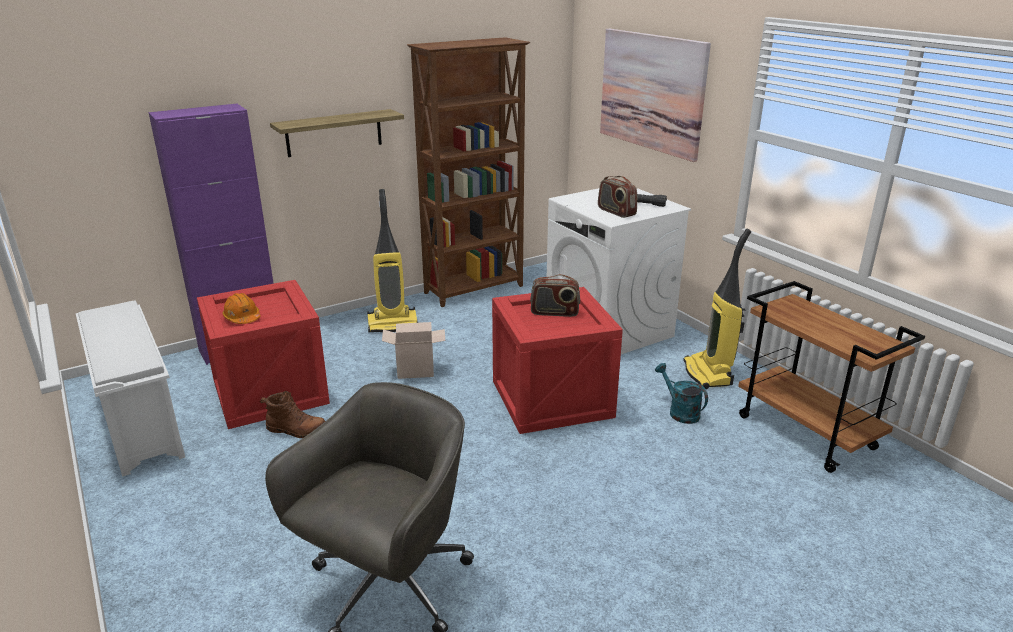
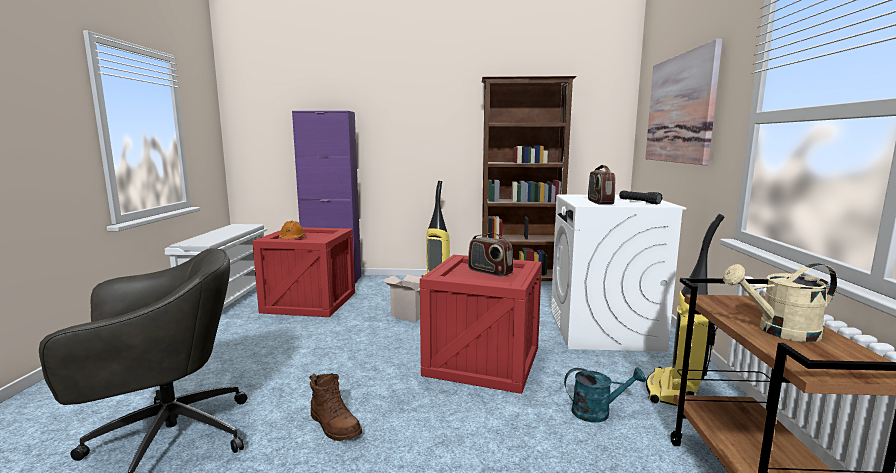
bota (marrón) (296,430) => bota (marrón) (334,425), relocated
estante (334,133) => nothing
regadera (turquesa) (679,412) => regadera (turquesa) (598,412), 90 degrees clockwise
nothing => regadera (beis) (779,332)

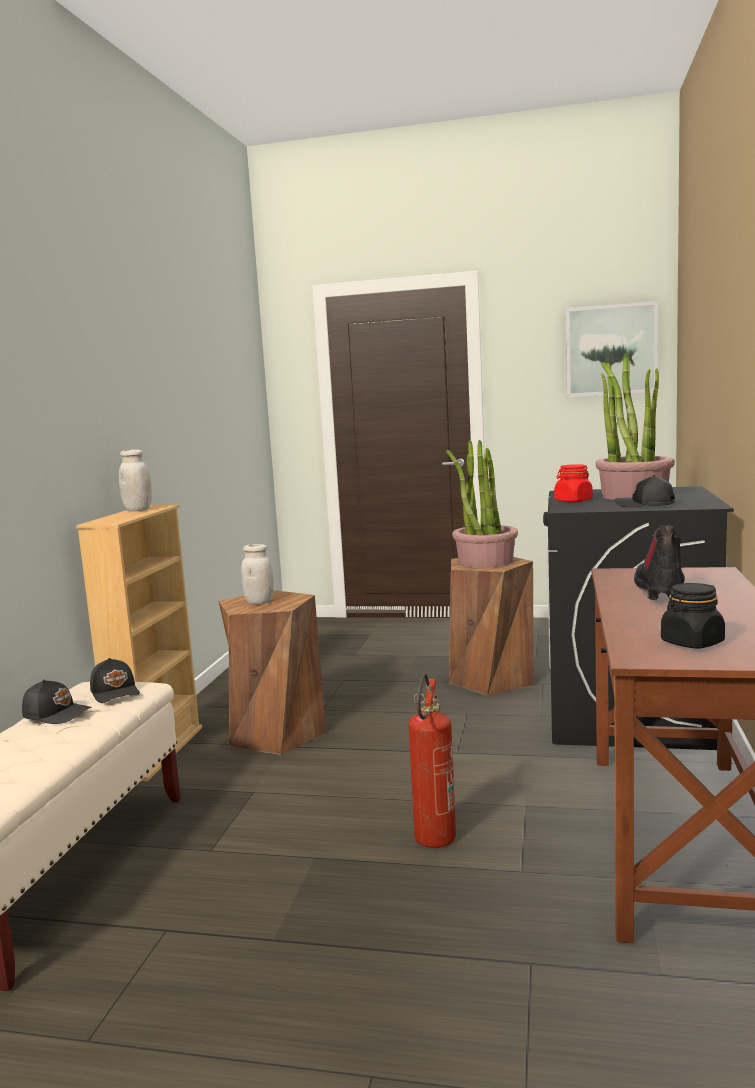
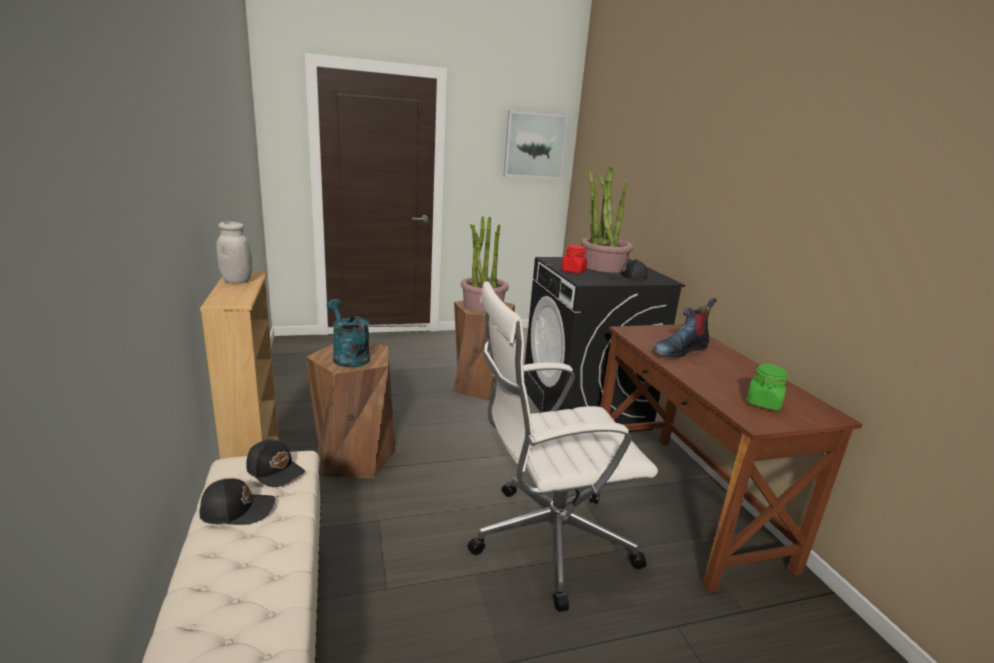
tarro (blanco) (259,602) => regadera (turquesa) (348,356)
extintor (433,843) => silla de oficina (blanco) (547,540)
bota (660,591) => bota (680,350), 105 degrees counterclockwise
tarro (negro) (692,643) => tarro (verde) (763,403)

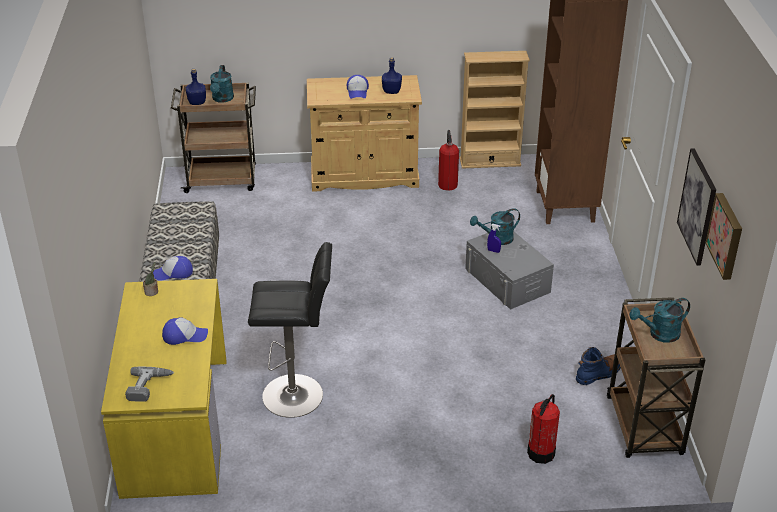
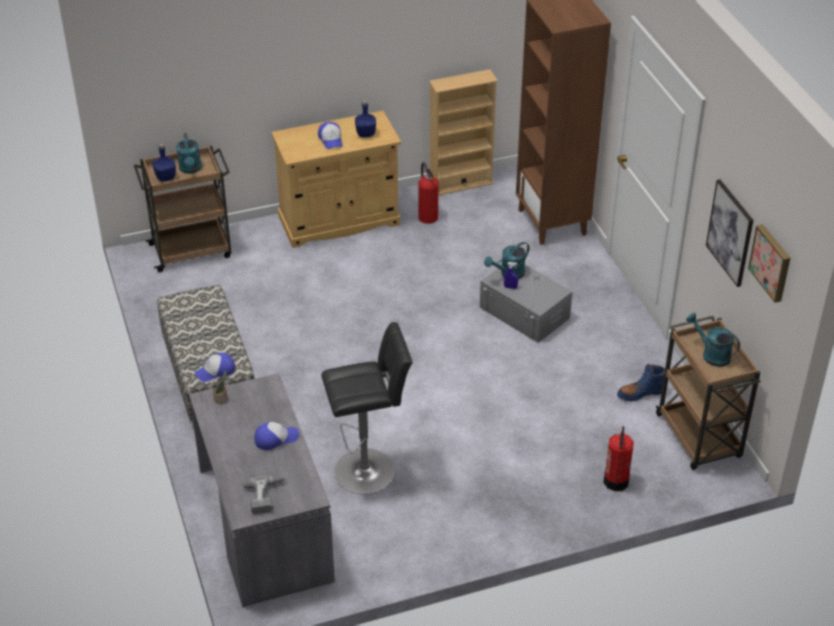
escritorio (amarillo) (175,425) => escritorio (gris) (263,523)
bota (azul) (598,374) => bota (azul) (641,393), 150 degrees counterclockwise
regadera (turquesa) (659,334) => regadera (turquesa) (711,354), 75 degrees clockwise

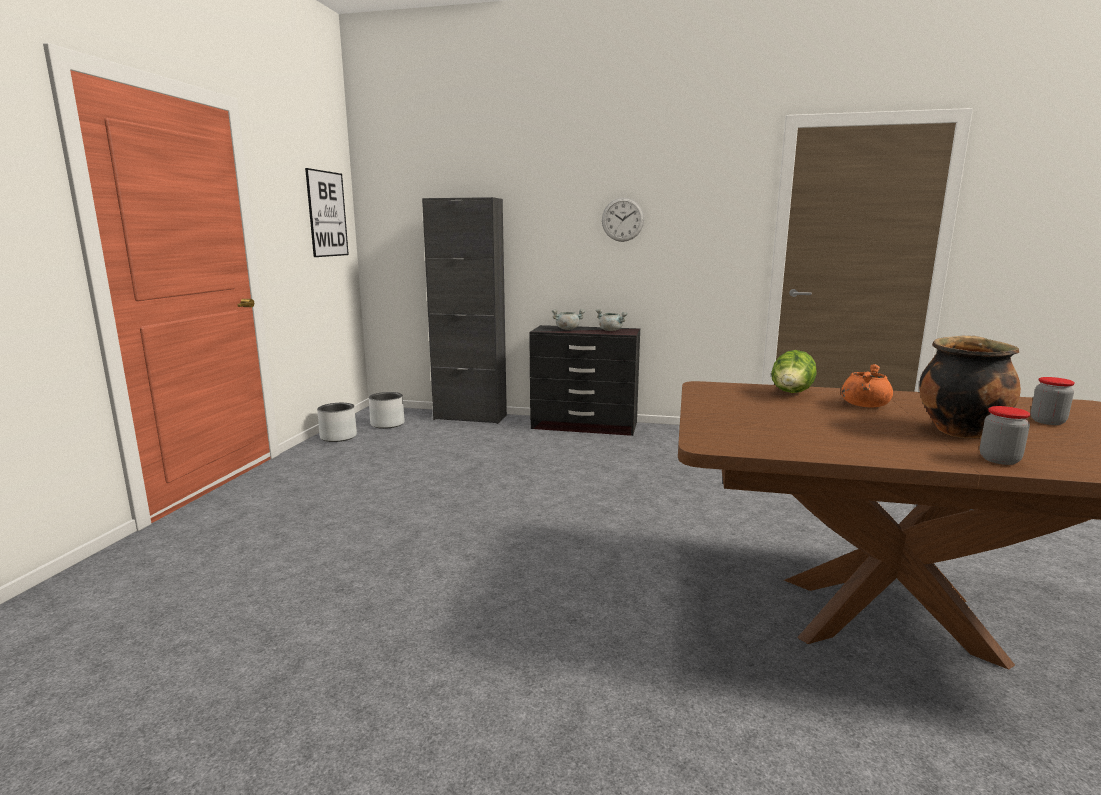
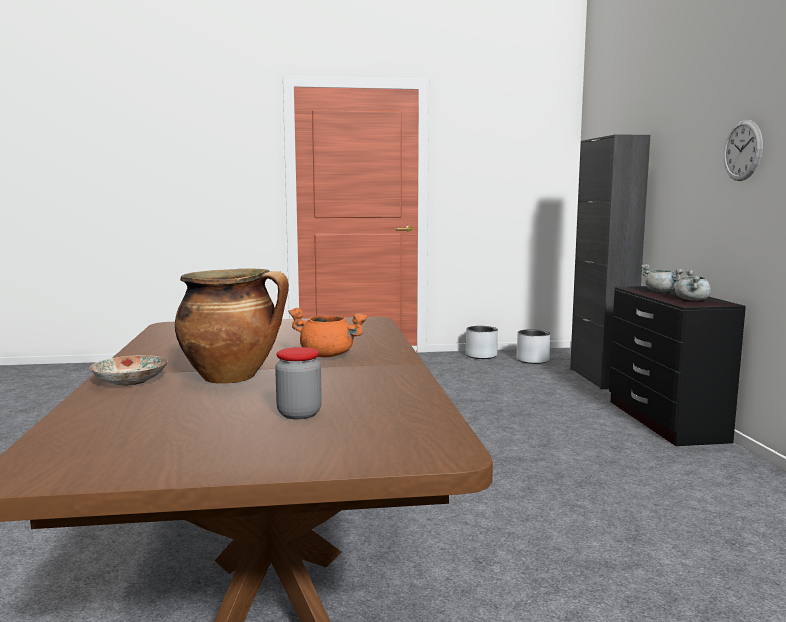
cuadro (327,214) => nothing
lechuga (791,394) => nothing
tarro (999,460) => plato (130,381)

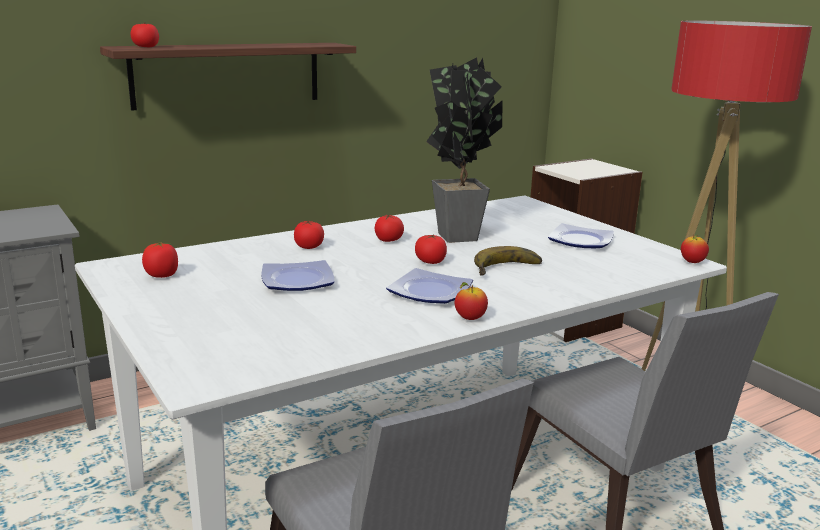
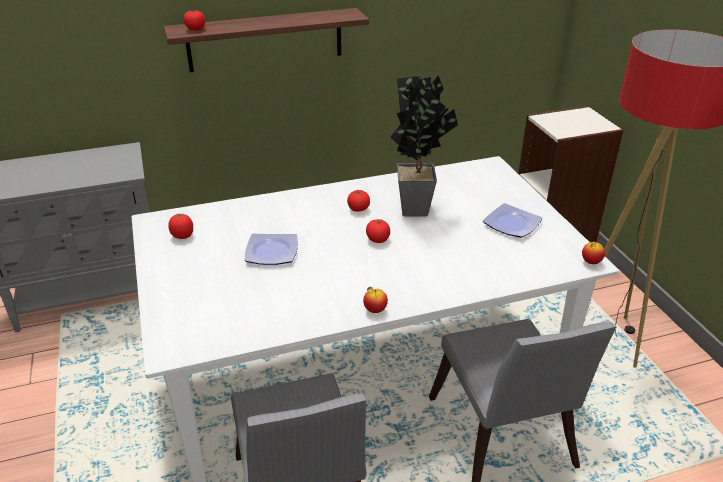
tomate (309,247) => nothing
plato (431,292) => nothing
plátano (509,269) => nothing

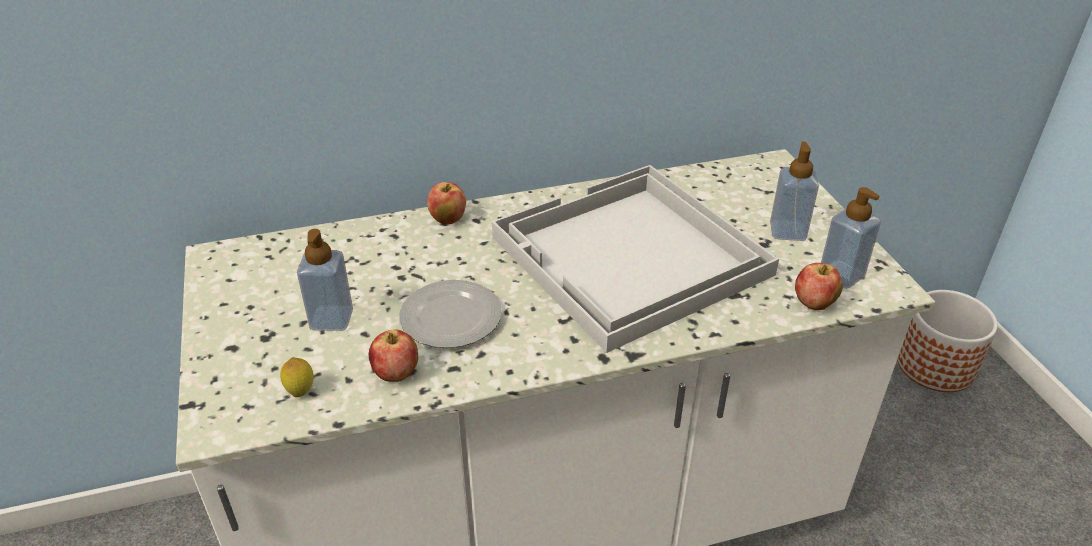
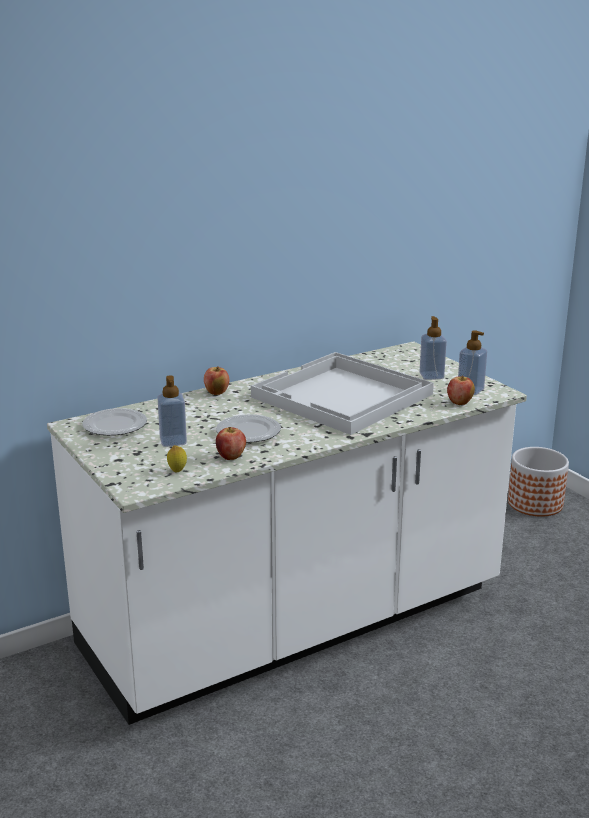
nothing => plato (115,425)

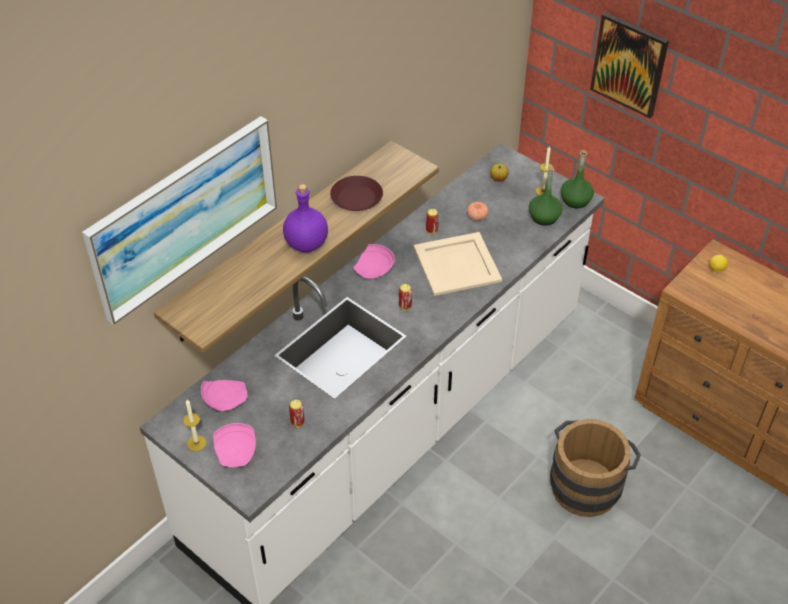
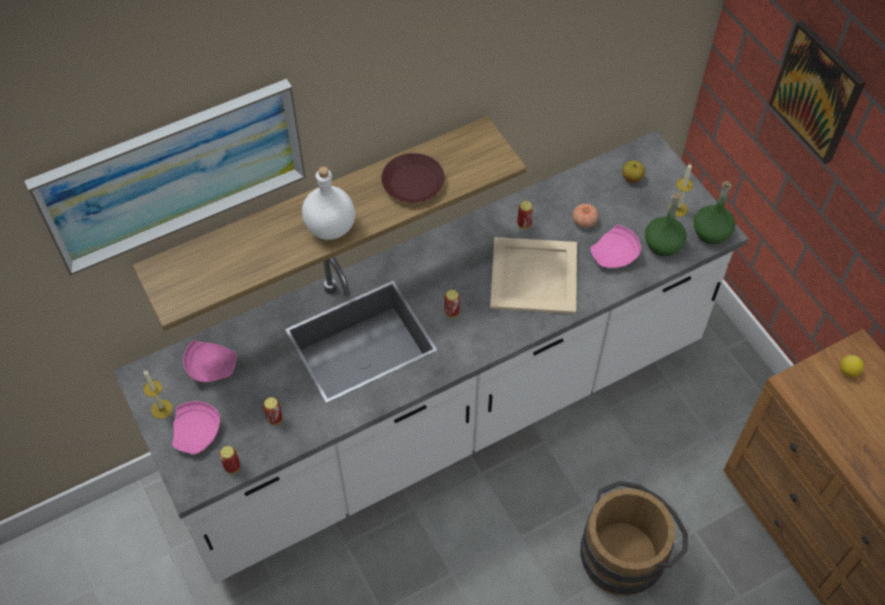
botella (morado) (307,244) => botella (blanco) (331,227)
plato (rosa) (374,269) => plato (rosa) (614,255), relocated
nothing => lata (232,467)

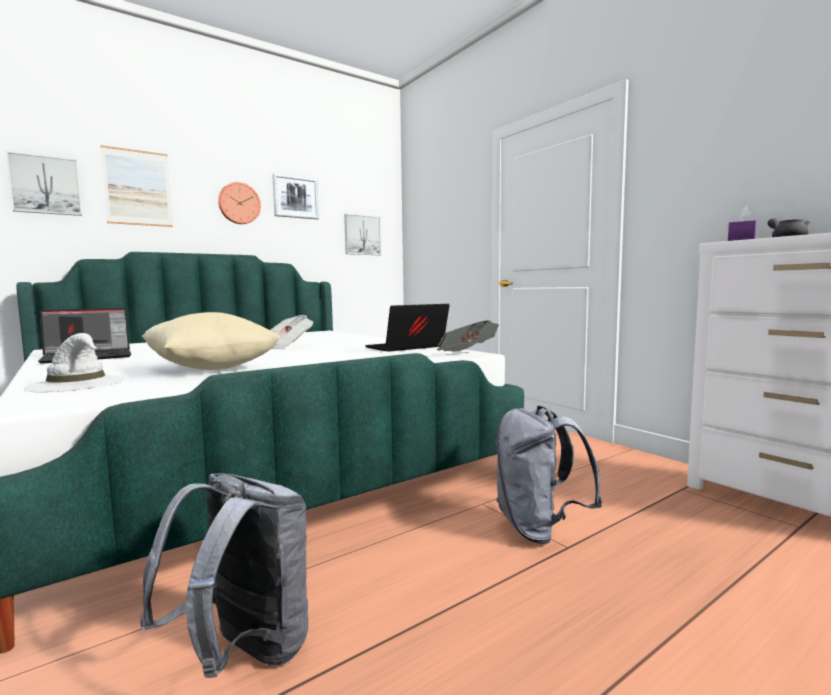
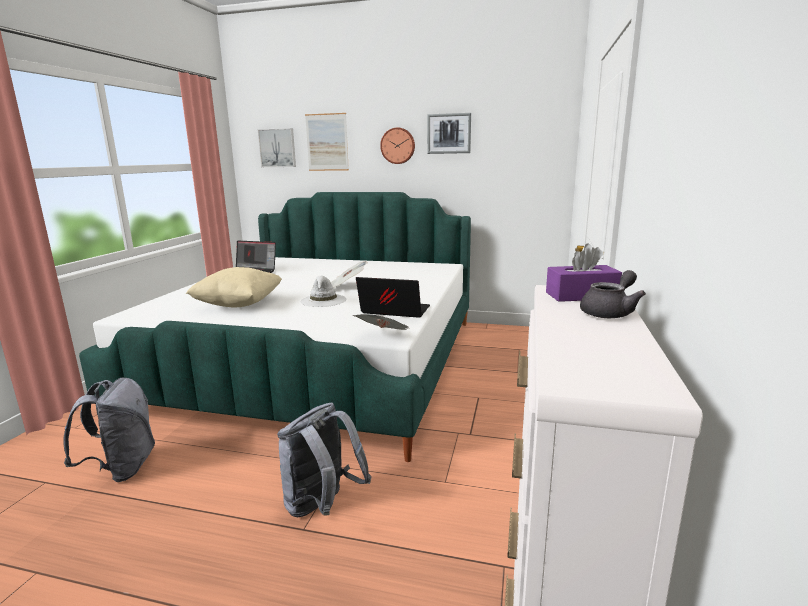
sombrero (blanco) (78,383) => sombrero (blanco) (323,300), relocated
cuadro (362,235) => nothing

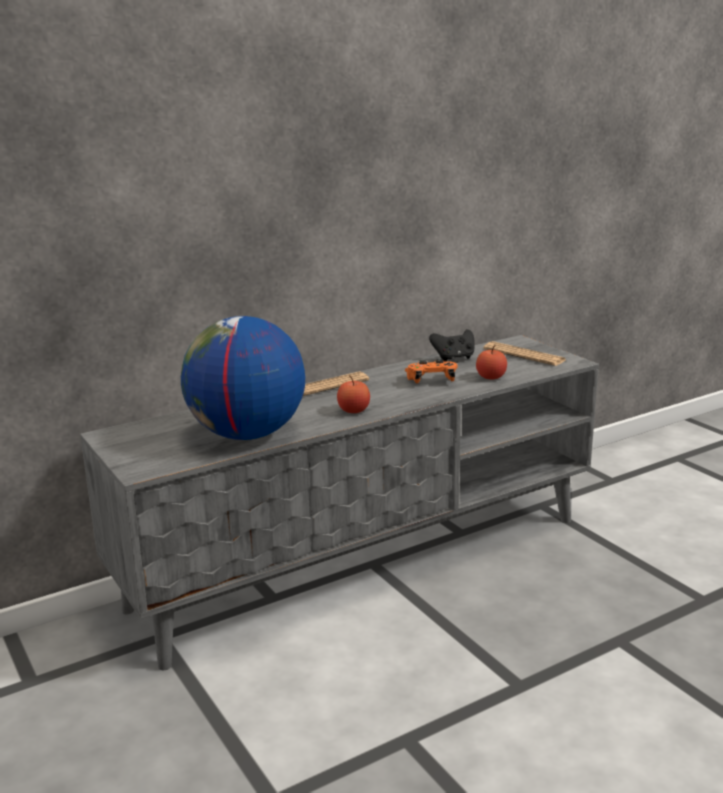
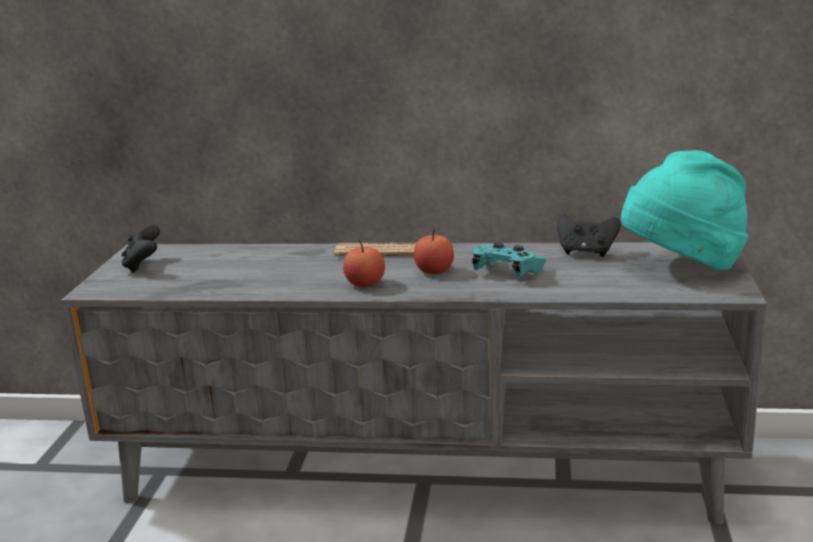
globo terráqueo (246,435) => nothing
mando de consola (naranja) (431,381) => mando de consola (turquesa) (507,272)
manzana (491,377) => manzana (434,271), relocated
periódico (524,355) => sombrero (turquesa) (682,268)
nothing => mando de consola (negro) (143,266)

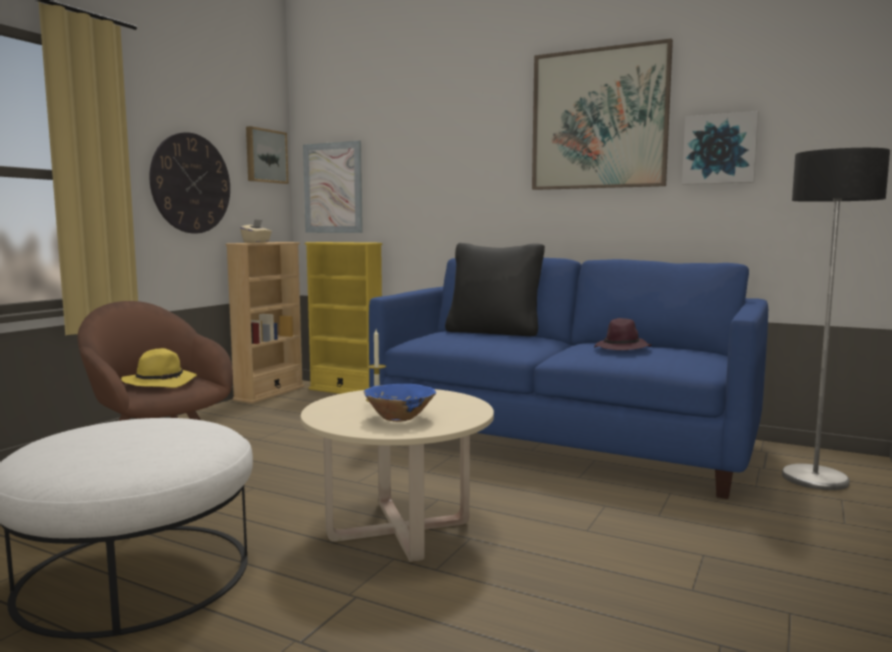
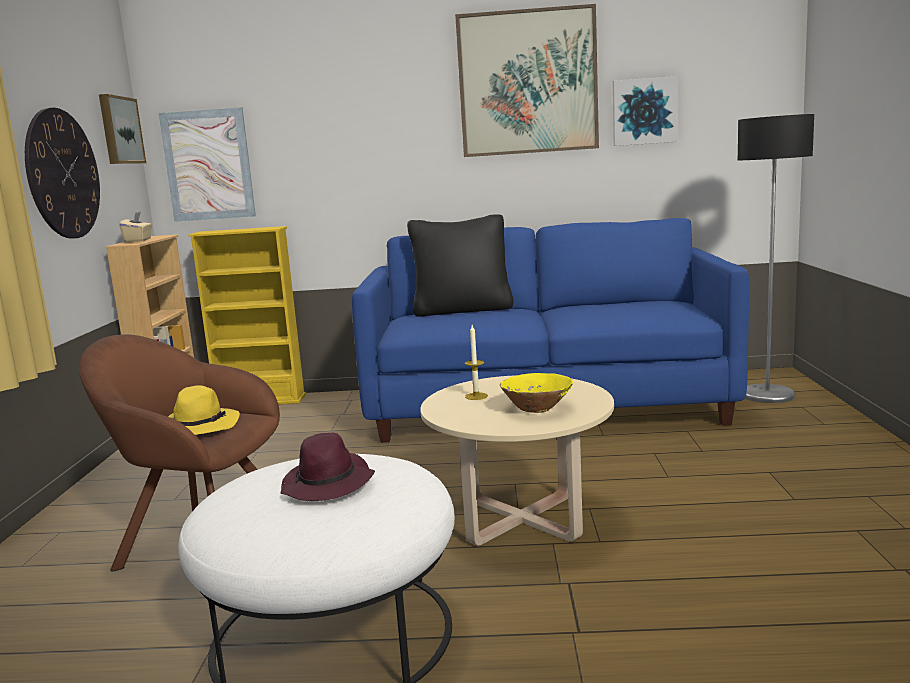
cuenco (azul) (399,418) => cuenco (amarillo) (537,409)
sombrero (morado) (622,349) => sombrero (morado) (328,485), relocated

